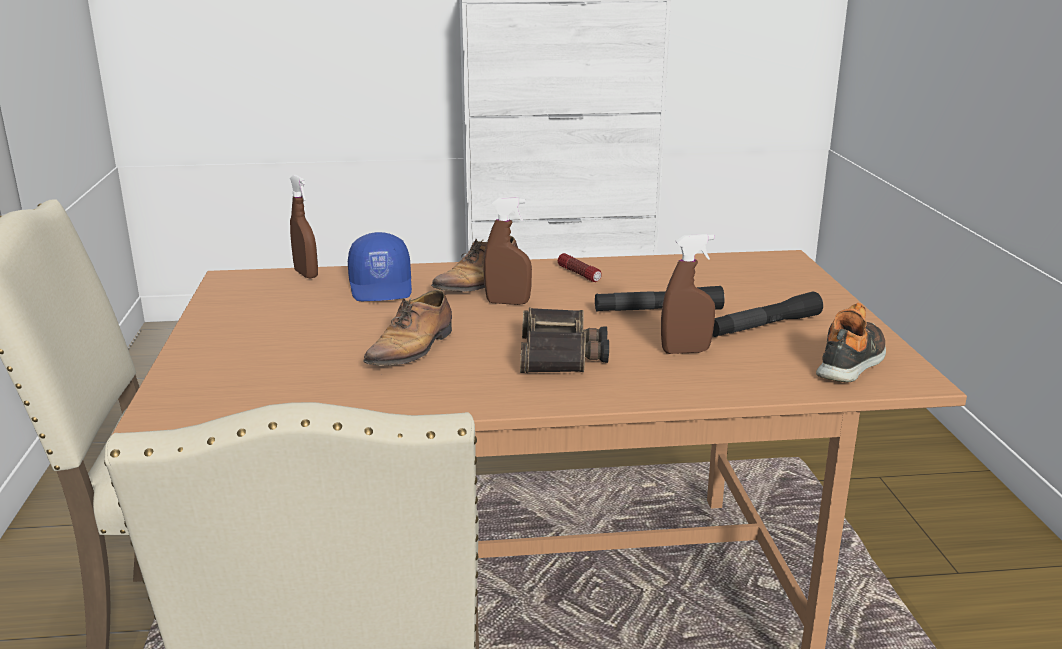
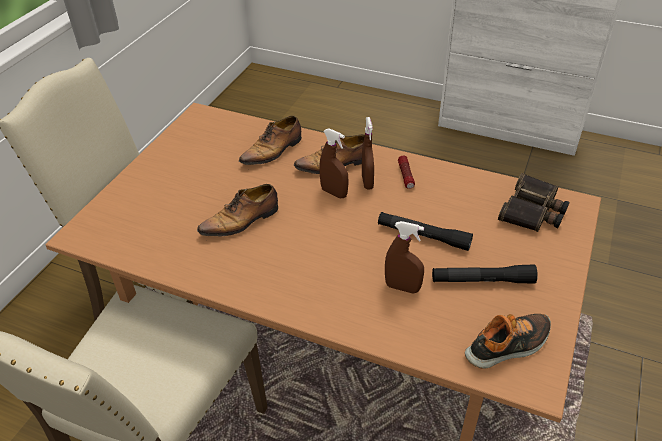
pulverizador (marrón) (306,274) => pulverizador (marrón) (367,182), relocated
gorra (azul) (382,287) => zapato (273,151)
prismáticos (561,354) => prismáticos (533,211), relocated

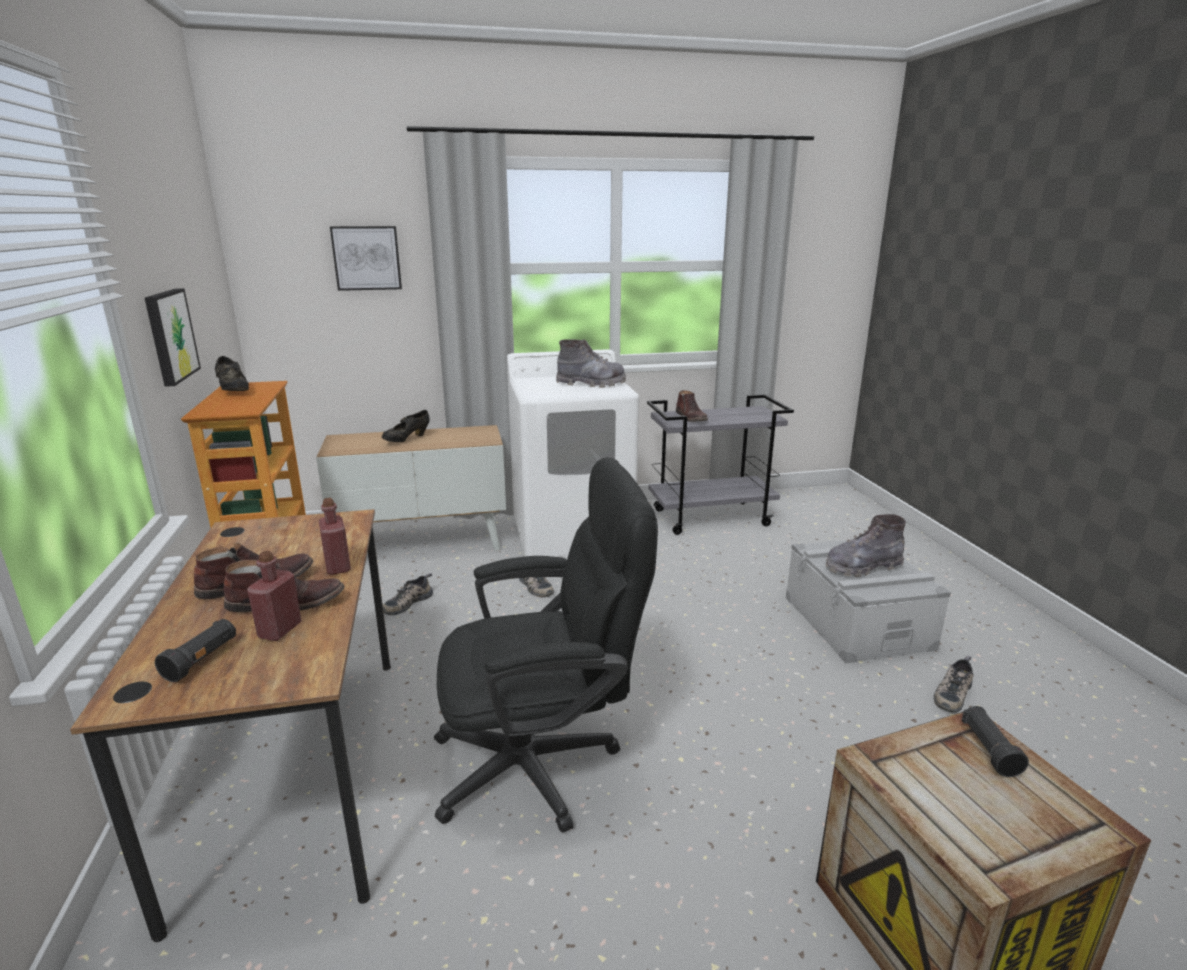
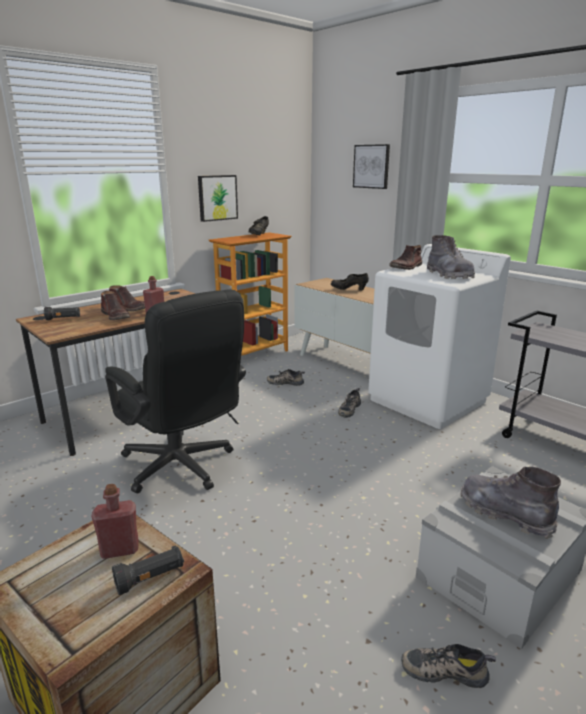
botella (rojo) (280,630) => botella (rojo) (120,550), relocated
bota (marrón) (692,418) => bota (marrón) (406,267), relocated

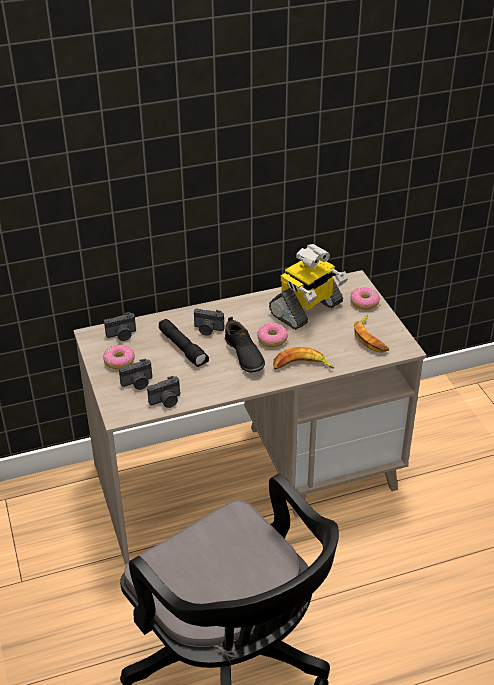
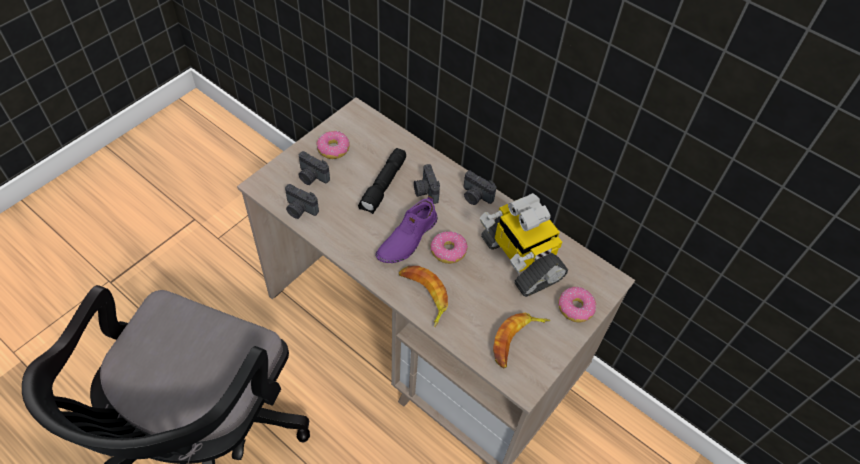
cámara (122,335) => cámara (475,197), relocated
zapato (negro) (243,355) => zapato (morado) (407,238)
robot de juguete (306,310) => robot de juguete (520,259), 45 degrees clockwise

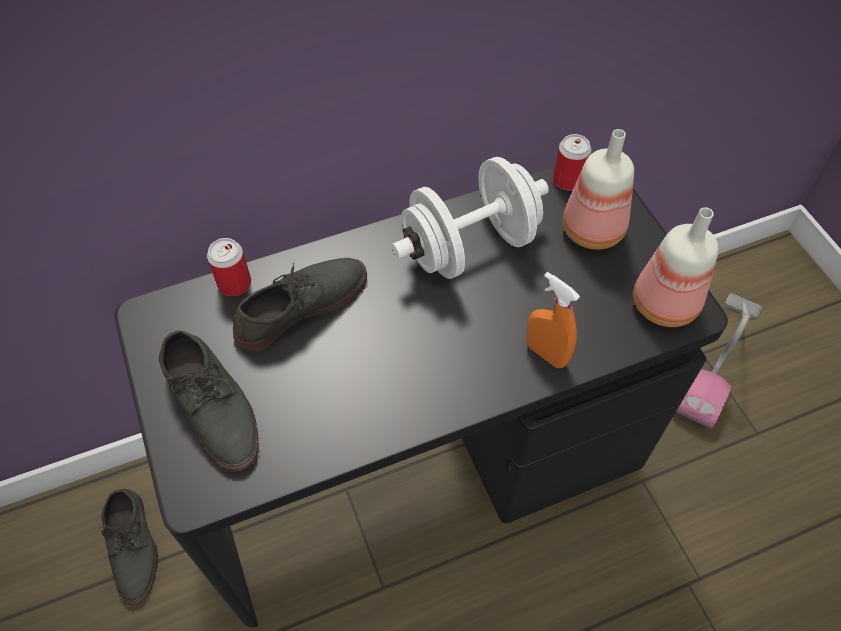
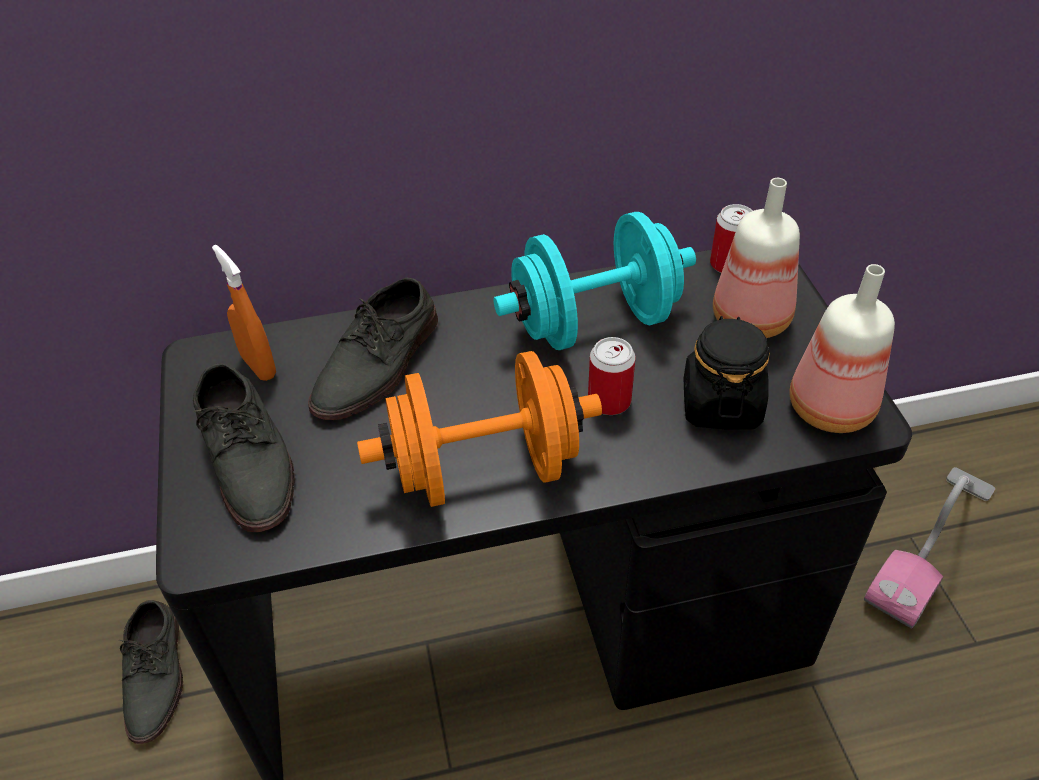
lata (234,283) => lata (609,401), relocated
zapato (gris) (301,305) => zapato (gris) (378,364), 150 degrees clockwise
mancuerna (blanco) (469,246) => mancuerna (turquesa) (594,323)
pulverizador (naranja) (546,354) => pulverizador (naranja) (258,366), relocated
nothing => mancuerna (naranja) (484,469)
nothing => tarro (negro) (721,404)

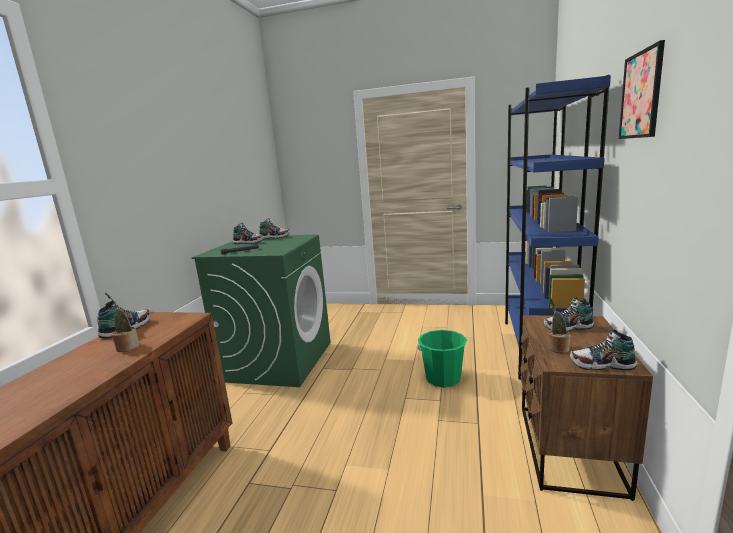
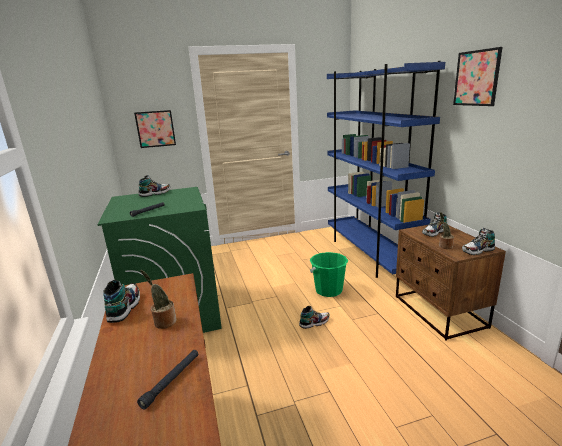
zapato (248,242) => zapato (314,323), relocated
nothing => cuadro (155,129)
nothing => linterna (negro) (172,380)

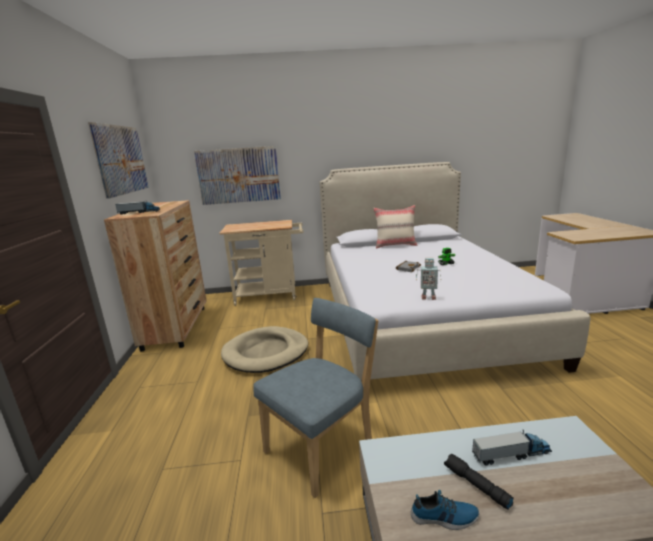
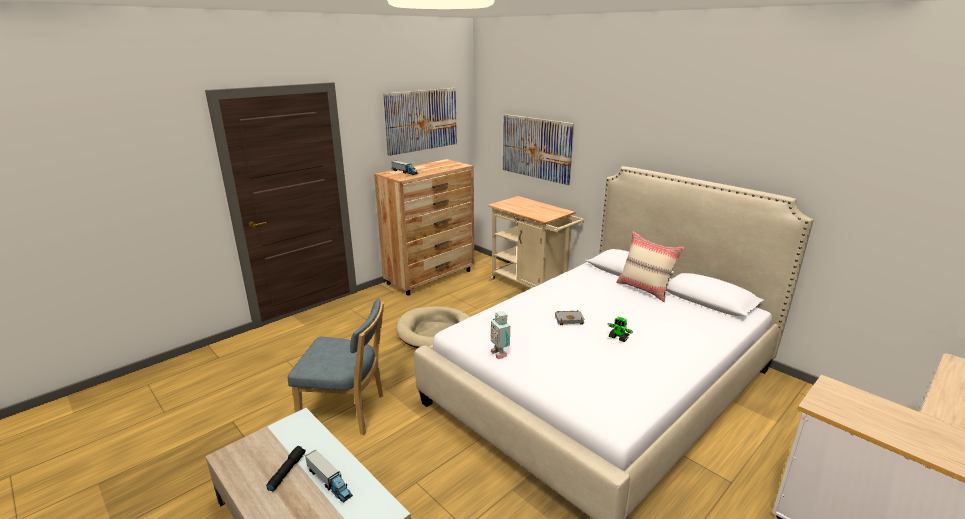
zapato (444,517) => nothing

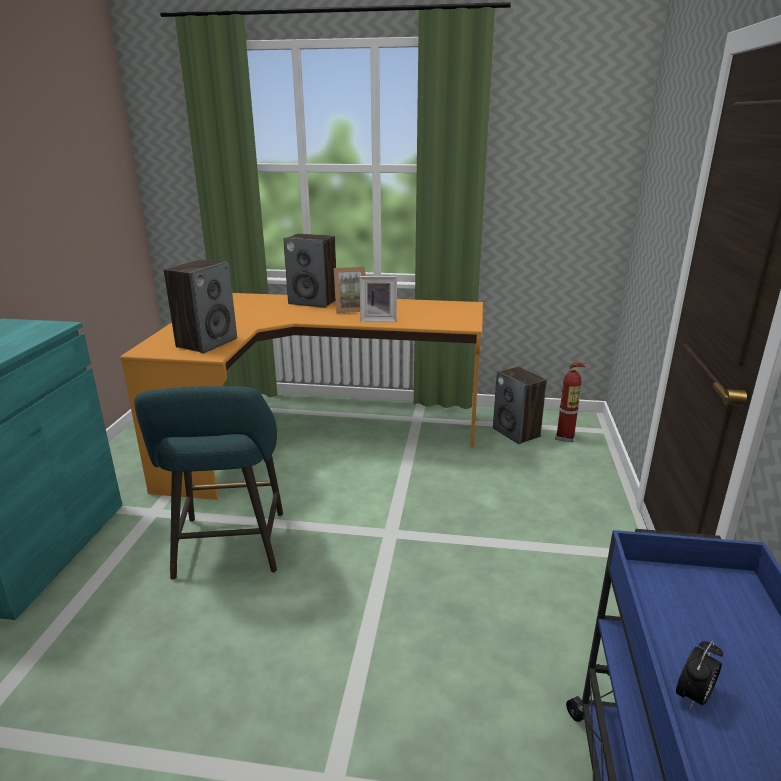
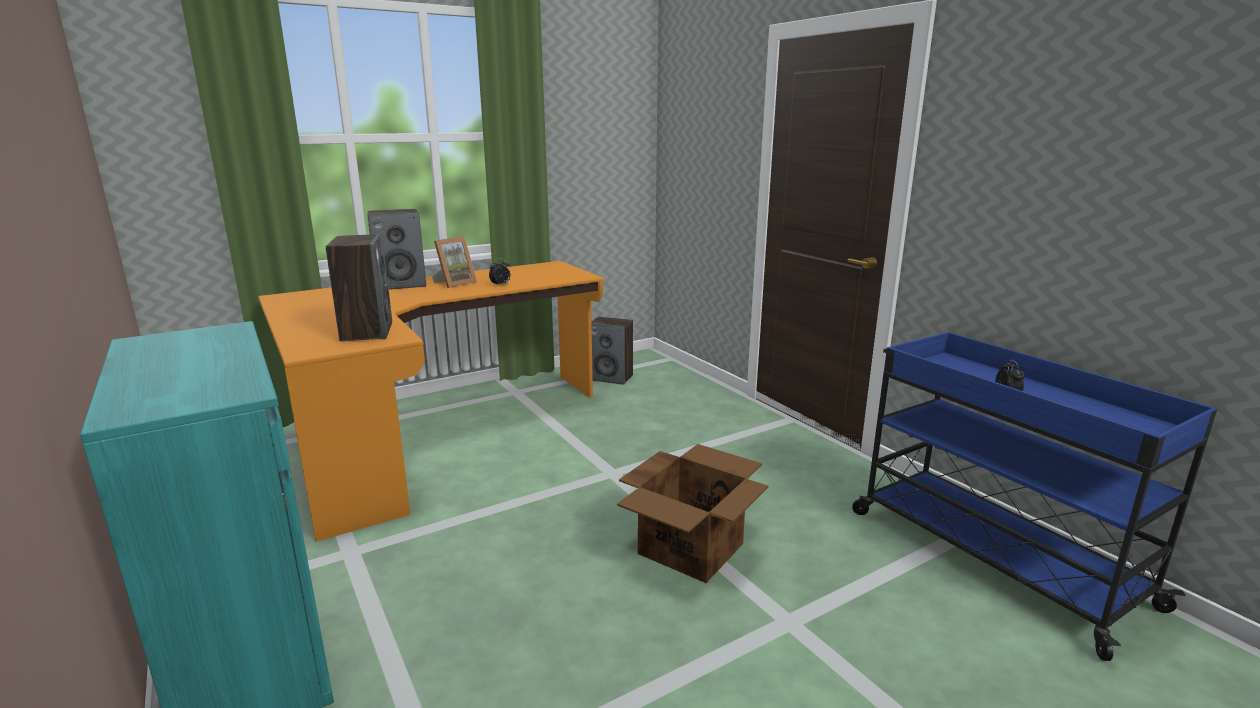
taburete (turquesa) (229,550) => nothing
portarretratos (378,319) => despertador (500,285)
extintor (565,437) => nothing
nothing => caja de cartón (692,548)

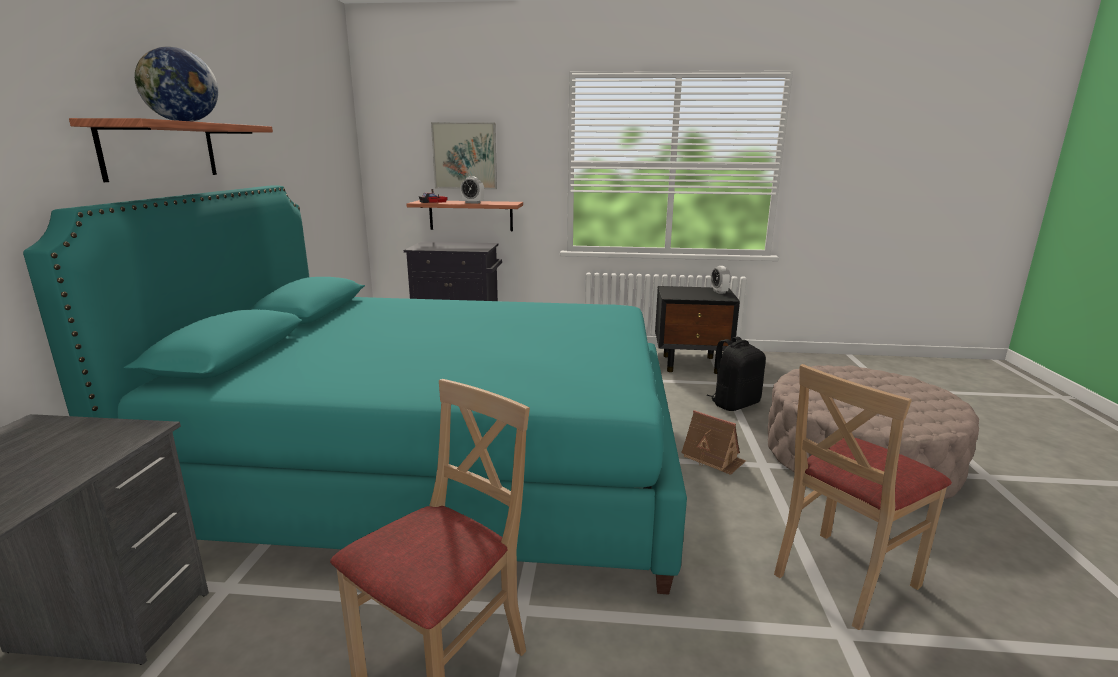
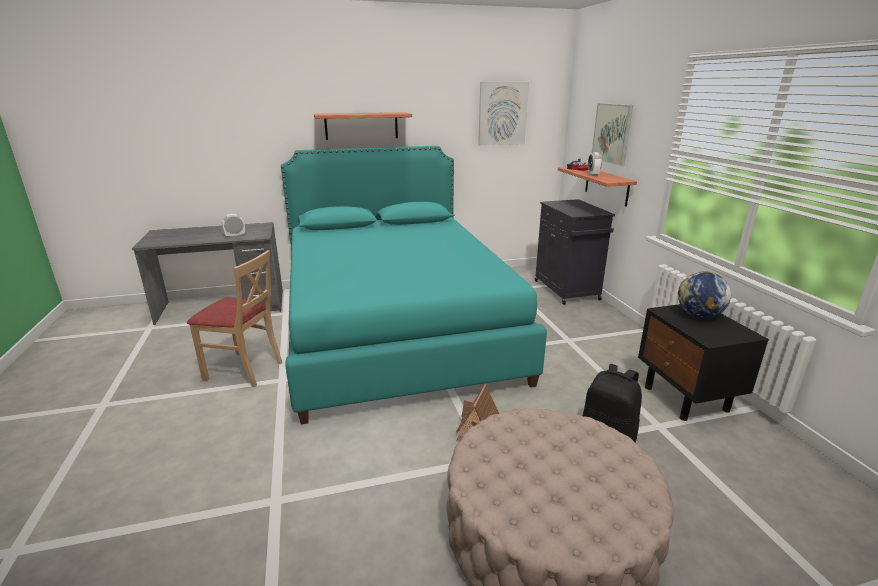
globo terráqueo (184,122) => globo terráqueo (698,315), relocated
despertador (719,292) => despertador (235,236), relocated
silla (beis) (843,577) => nothing
nothing => cuadro (502,113)

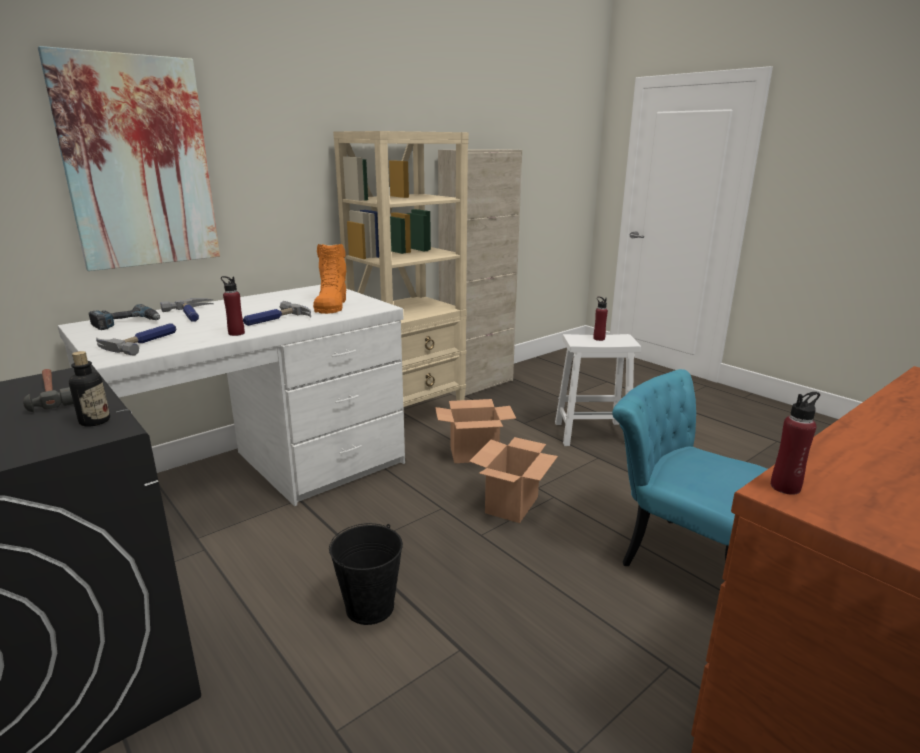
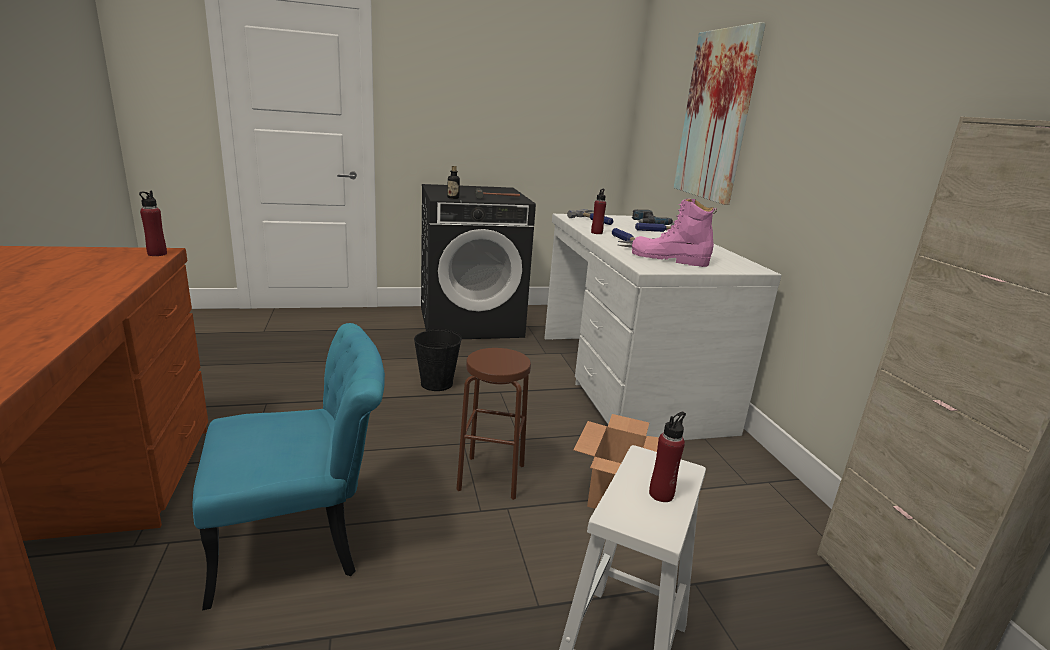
bota (naranja) (331,305) => bota (rosa) (669,259)
estantería (beis) (410,416) => nothing
caja de cartón (511,504) => taburete (marrón) (491,477)

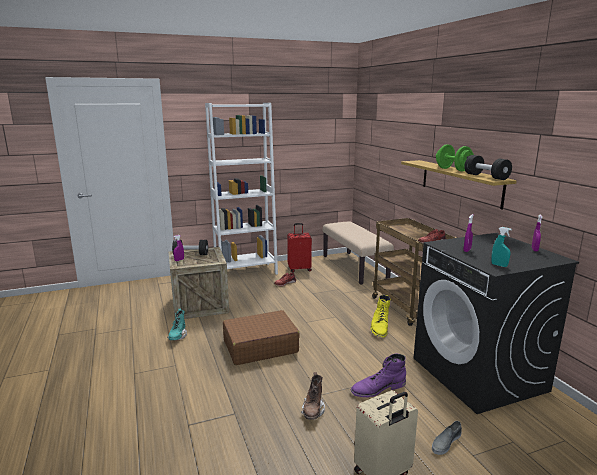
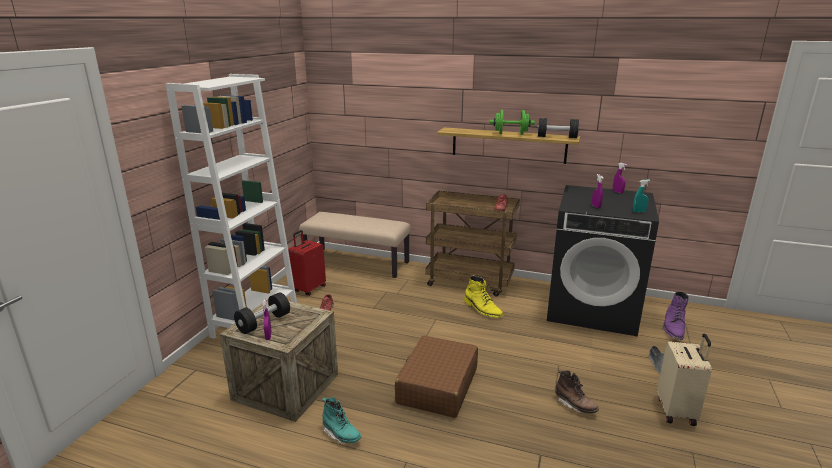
bota (morado) (378,388) => bota (morado) (673,327), relocated

